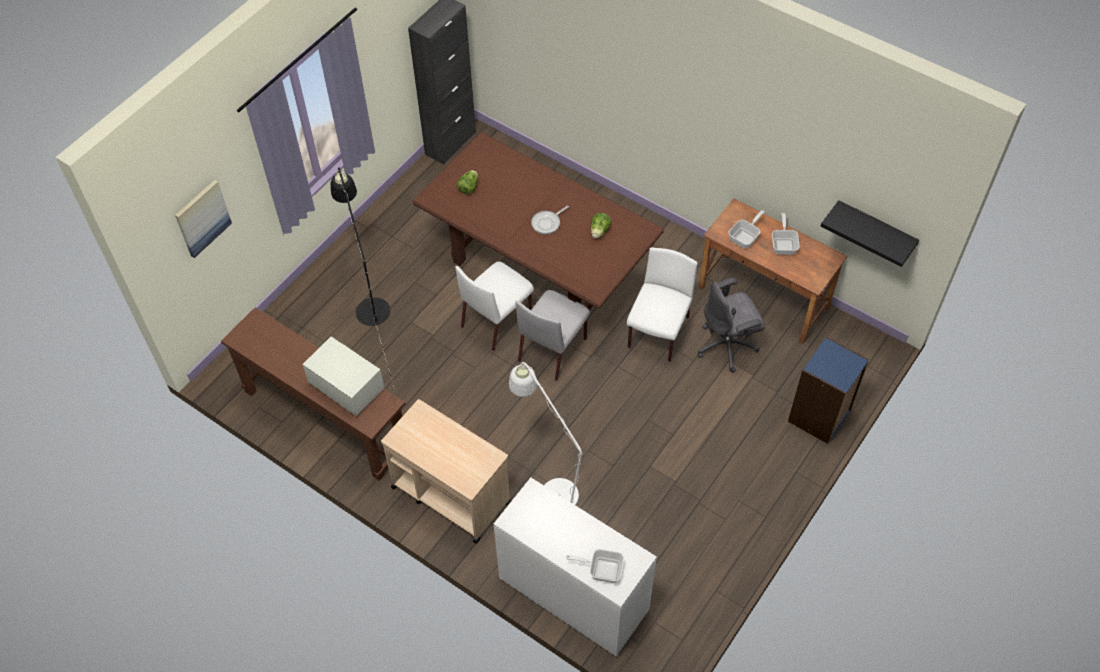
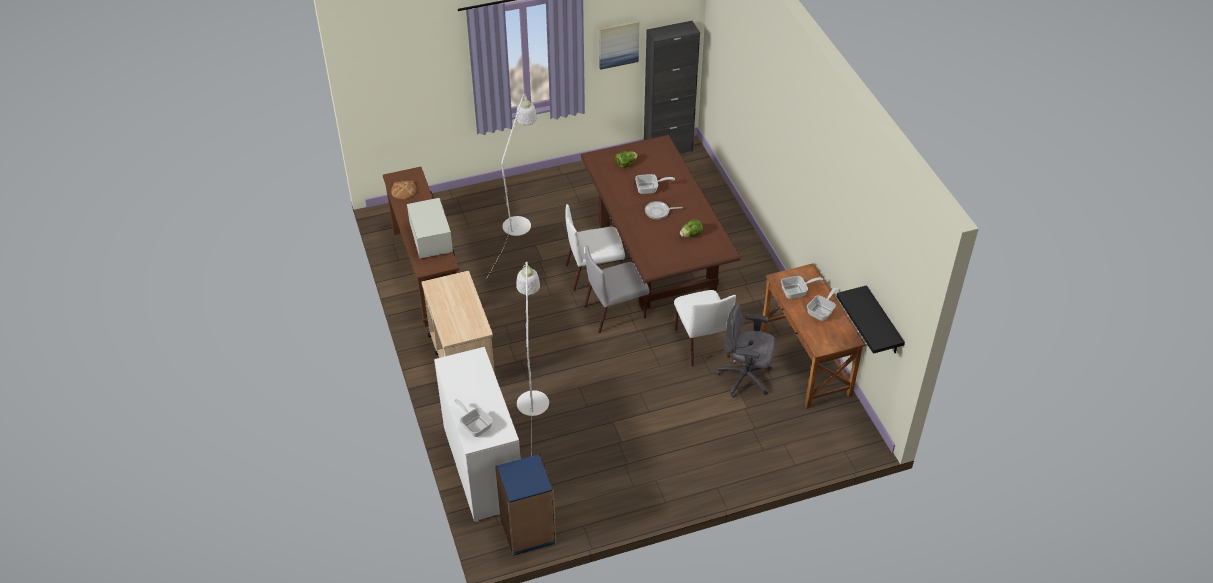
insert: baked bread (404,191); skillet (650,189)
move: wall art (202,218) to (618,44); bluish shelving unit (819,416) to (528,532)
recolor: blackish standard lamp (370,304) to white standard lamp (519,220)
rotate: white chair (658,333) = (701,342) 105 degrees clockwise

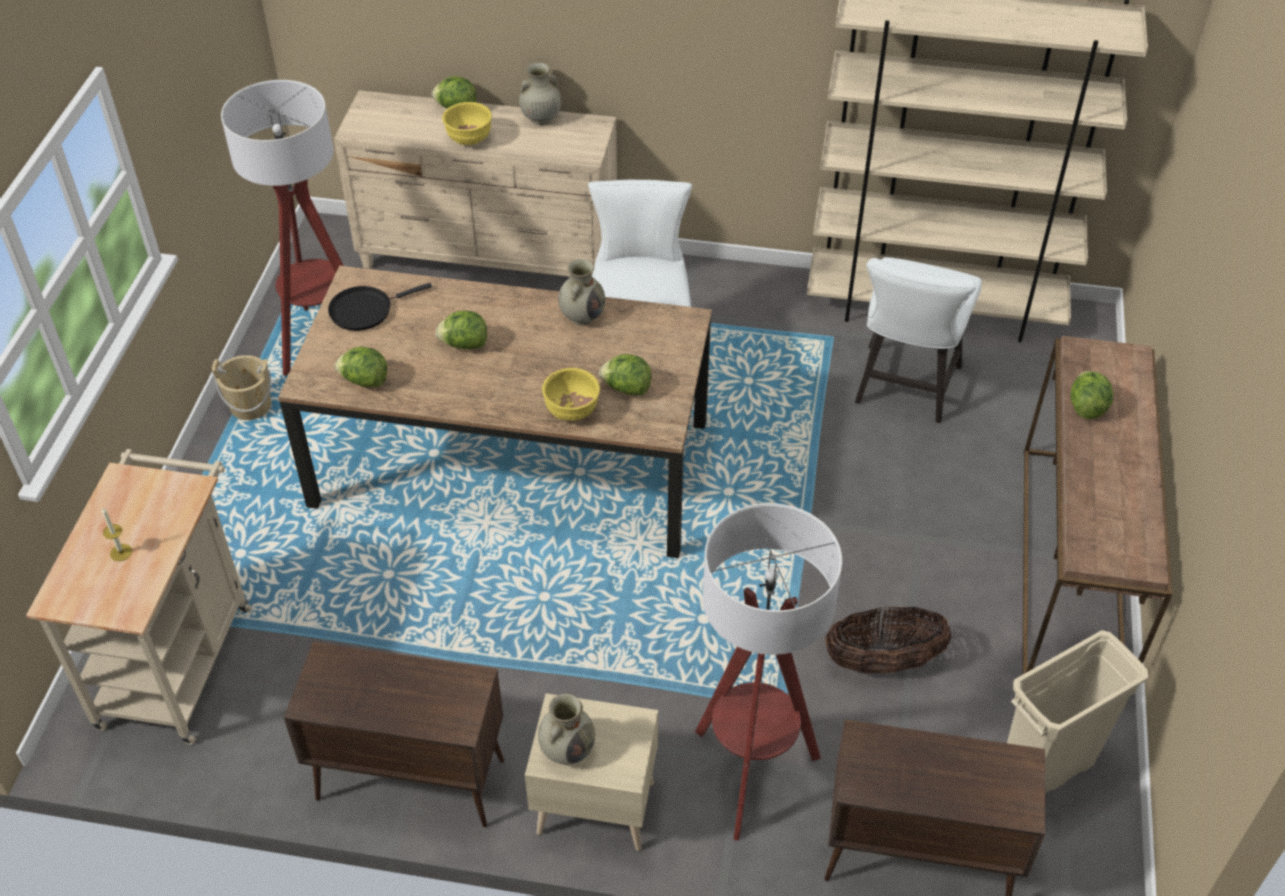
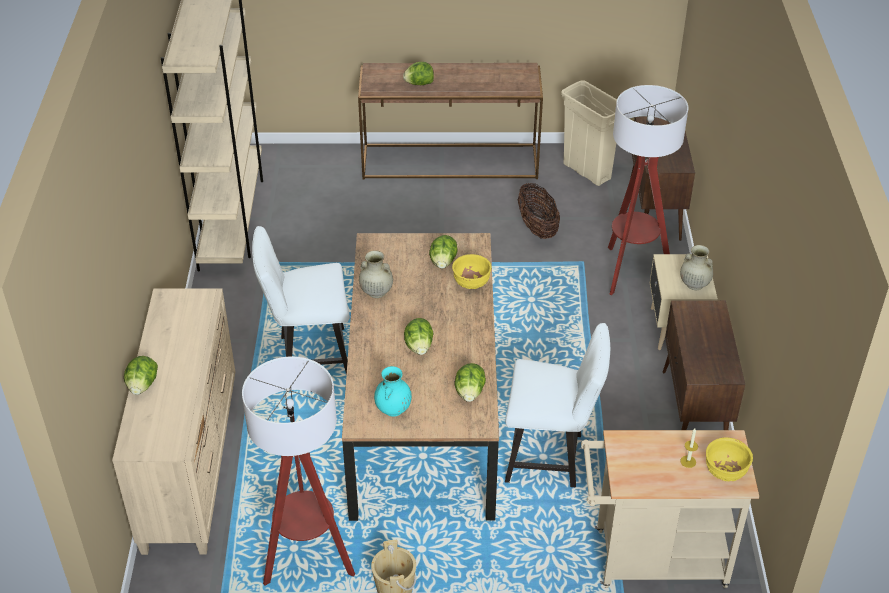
delete: sand-coloured decorative vase (540,118)
move: yellow-coloured serving bowl (469,139) to (724,472); white chair (904,390) to (551,457)
replace: blackish skillet (365,310) to turquoise decorative vase (393,409)

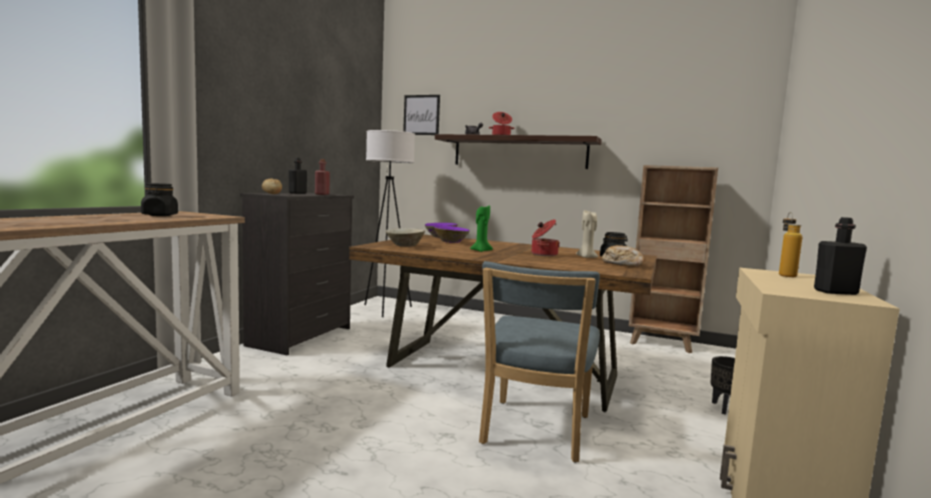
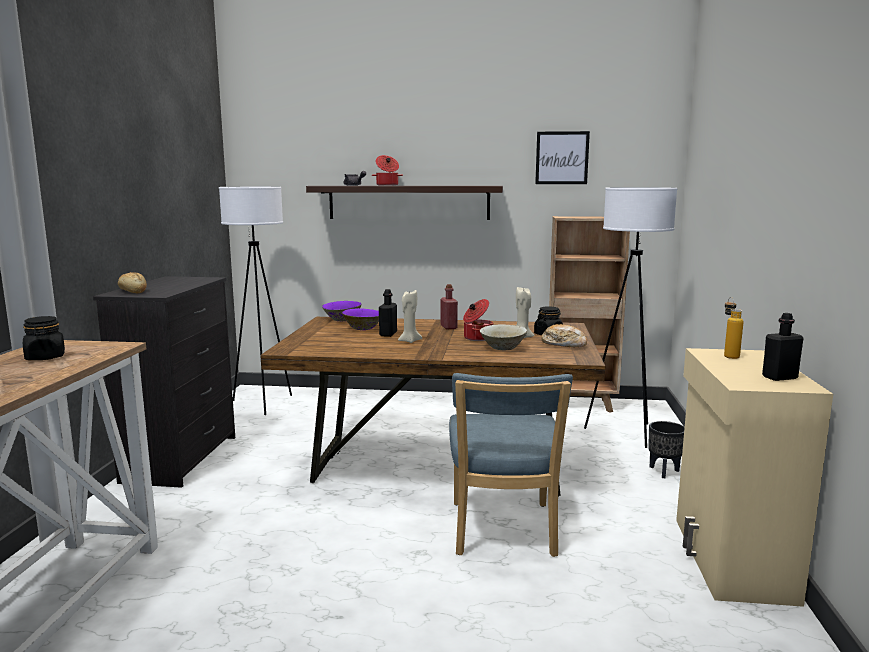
insert: white standard lamp (624,433)
move: blackish beverage bottle (297,193) to (388,334); reddish beverage bottle (322,194) to (448,327); sand-coloured serving bowl (405,245) to (502,348); wall art (421,115) to (562,158)
recolor: green wax candle (481,250) to sand-coloured wax candle (409,341)

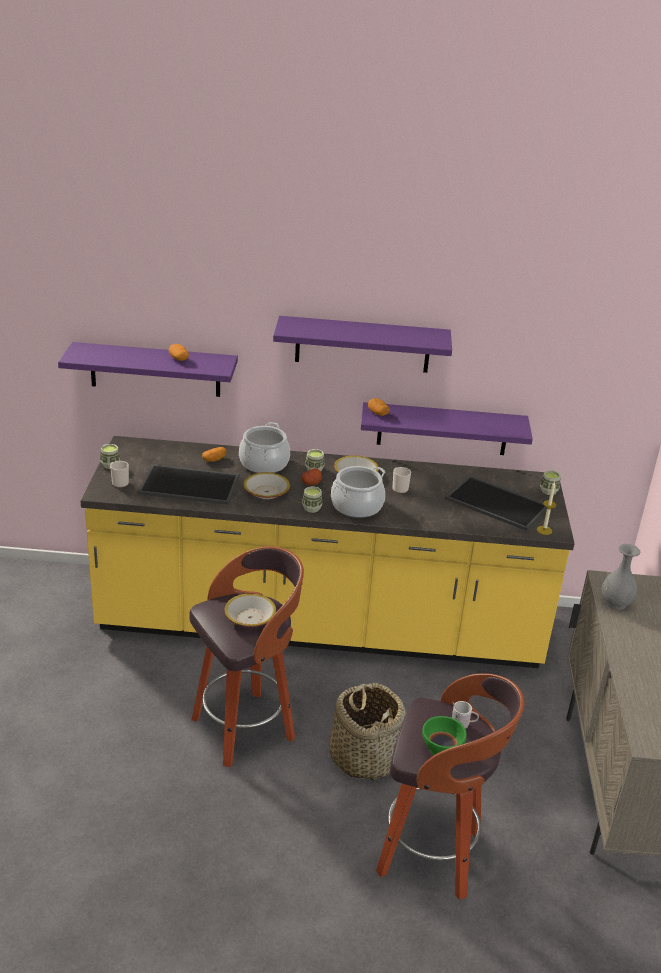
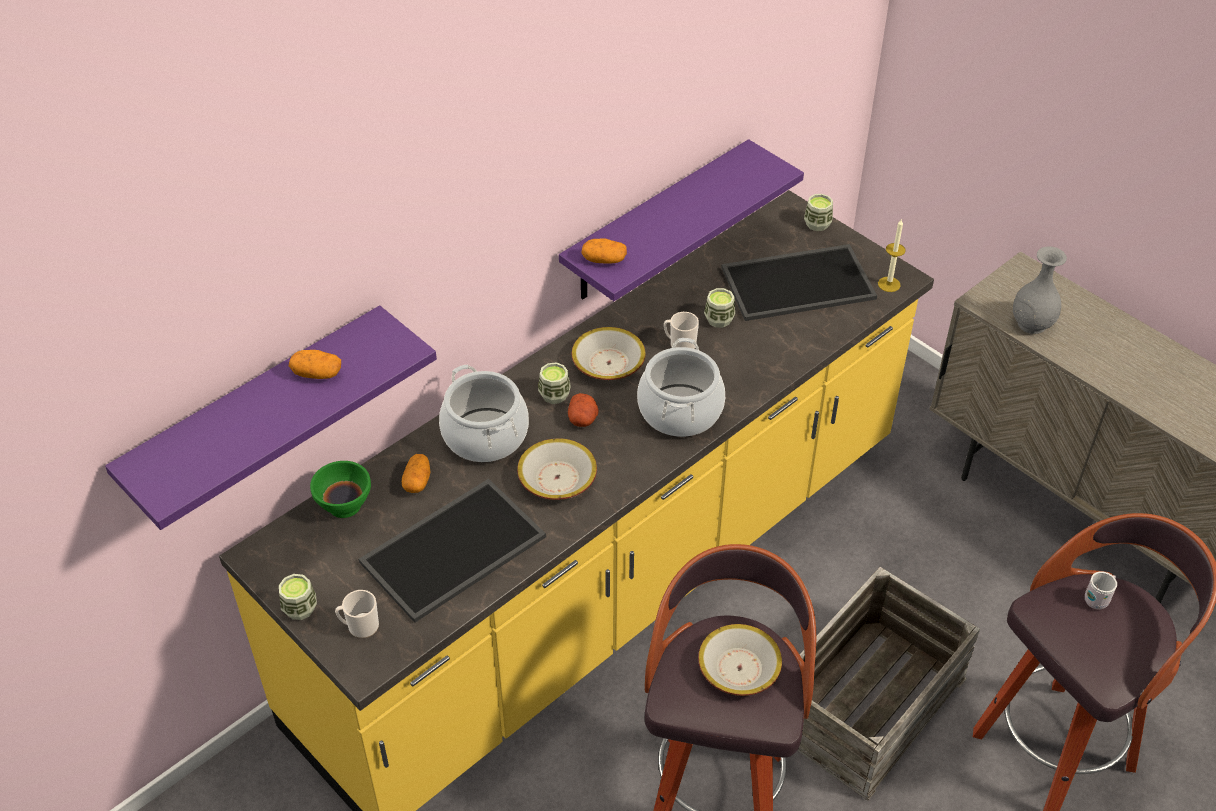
delete: purple shelf (362,344)
move: drinking cup (312,508) to (719,319); green serving bowl (441,749) to (344,504)
replace: household basket (364,757) to shipping crate (866,703)

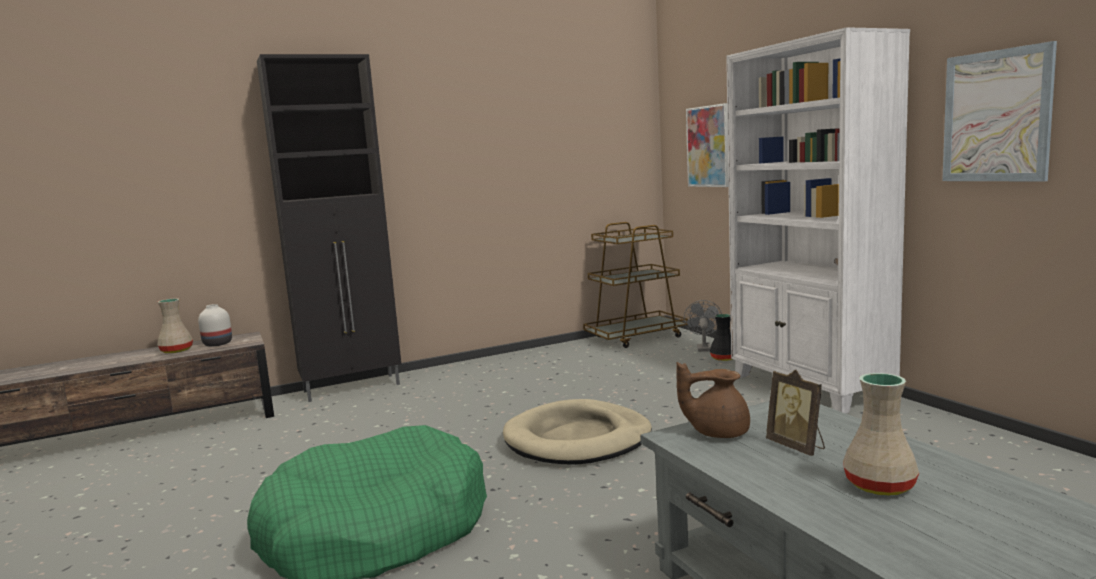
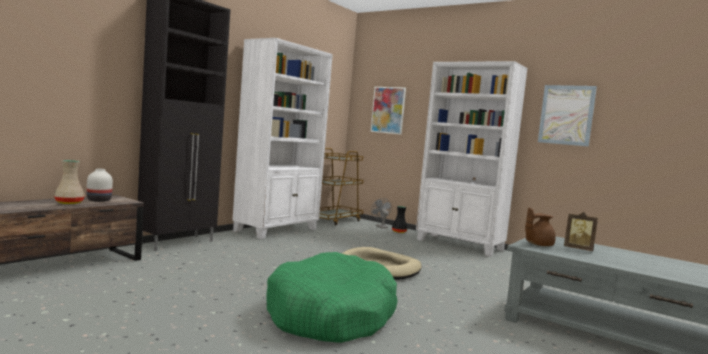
delete: sand-coloured decorative vase (881,486)
insert: white shelving unit (277,230)

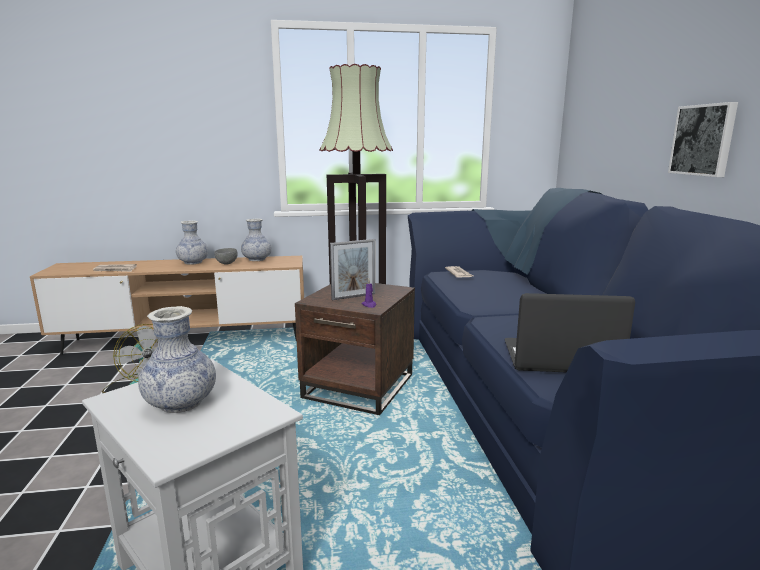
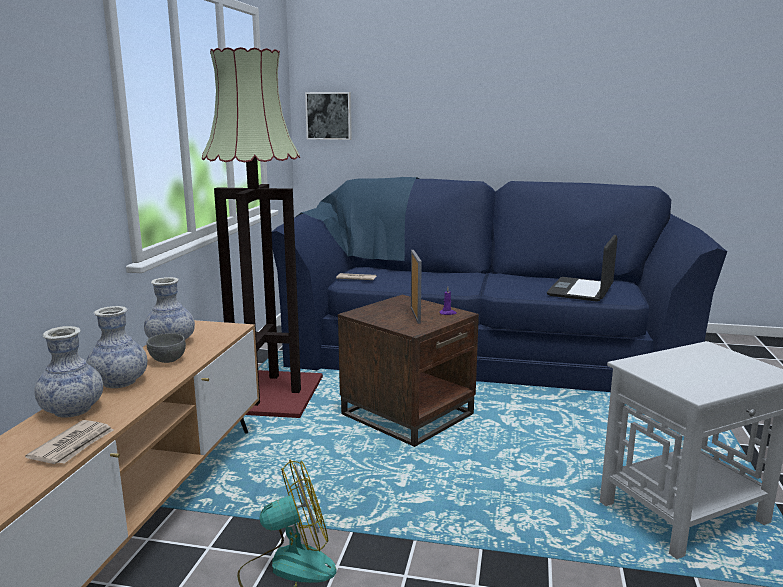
move: decorative vase (181,403) to (72,410); wall art (703,140) to (329,116)

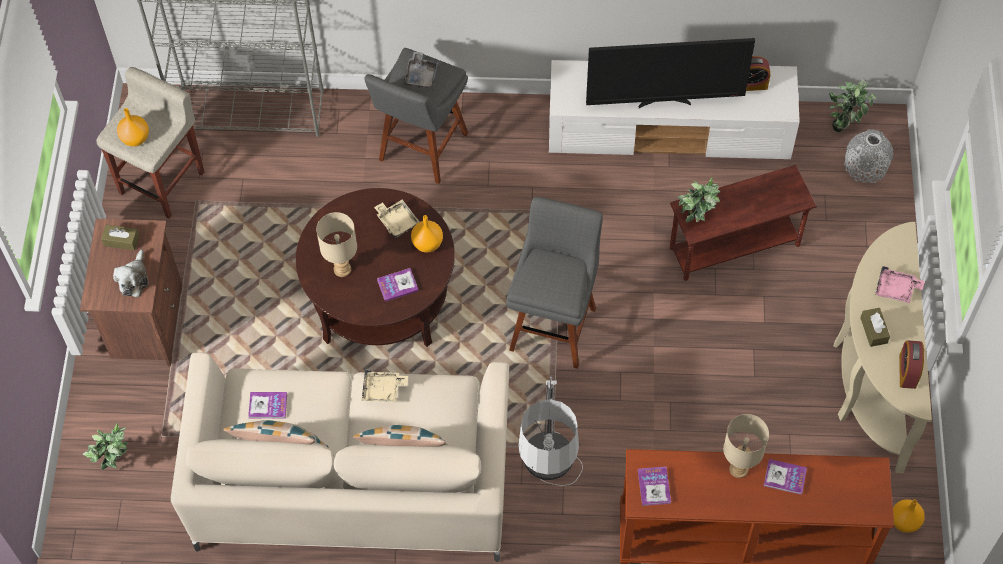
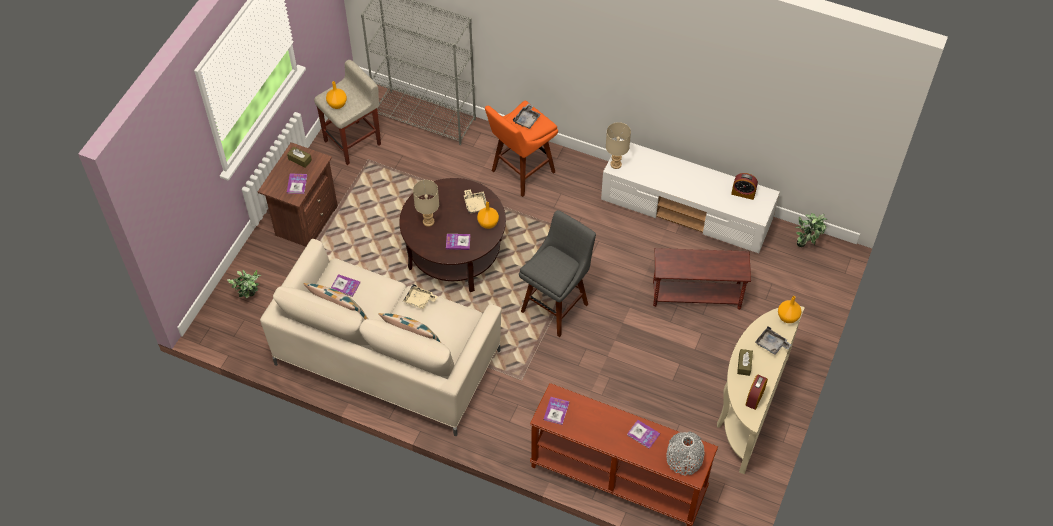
delete: standard lamp (549,496); TV set (664,101); houseplant (696,221)
move: sand-coloured lamp for a table (738,468) to (615,164); greyish decorative vase (865,166) to (684,459); orange-coloured decorative vase (905,522) to (788,317)
replace: cuddly toy (134,279) to book (297,184)
recolor: greyish stool seat (421,150) to orange-coloured stool seat (520,173); pinkish serving tray (896,289) to greyish serving tray (771,344)

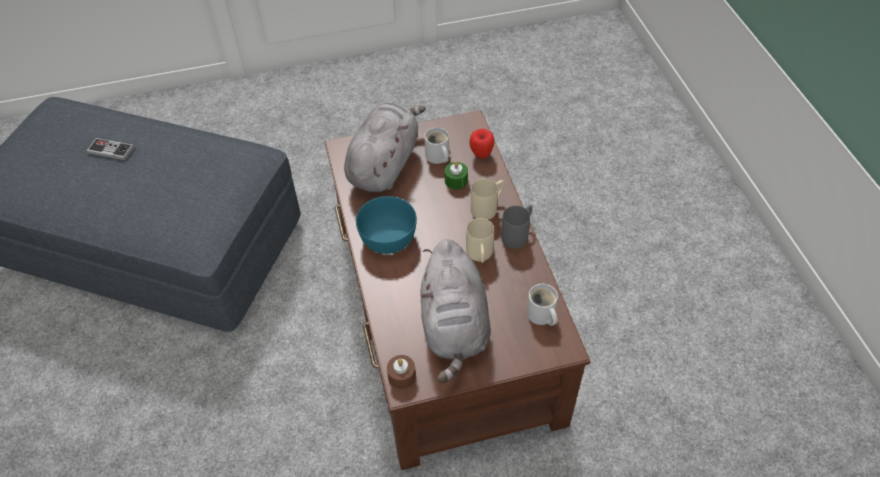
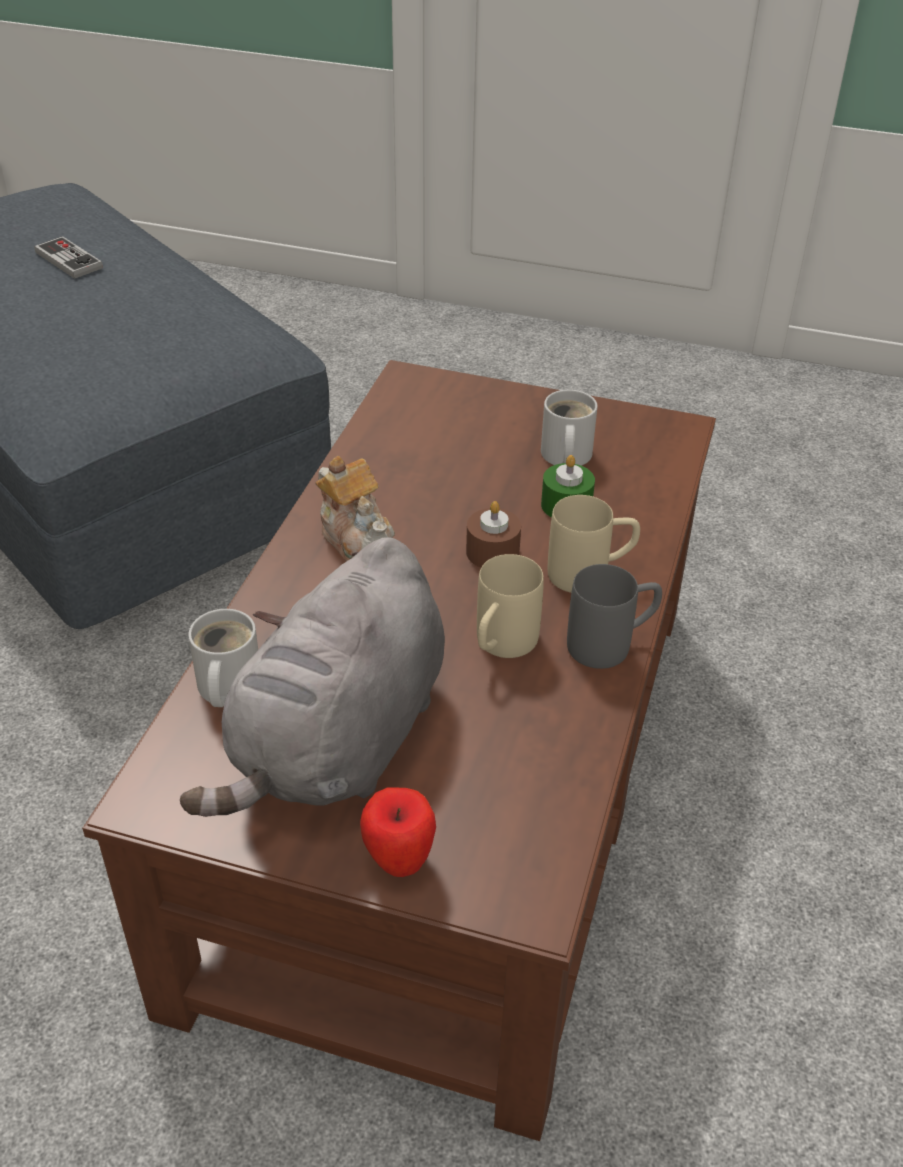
delete: greyish cuddly toy (384,164)
move: brown wax candle (401,376) to (492,552); whole apple (481,155) to (399,863); white coffee mug (541,316) to (225,688)
replace: turquoise serving bowl (387,237) to teapot (357,538)

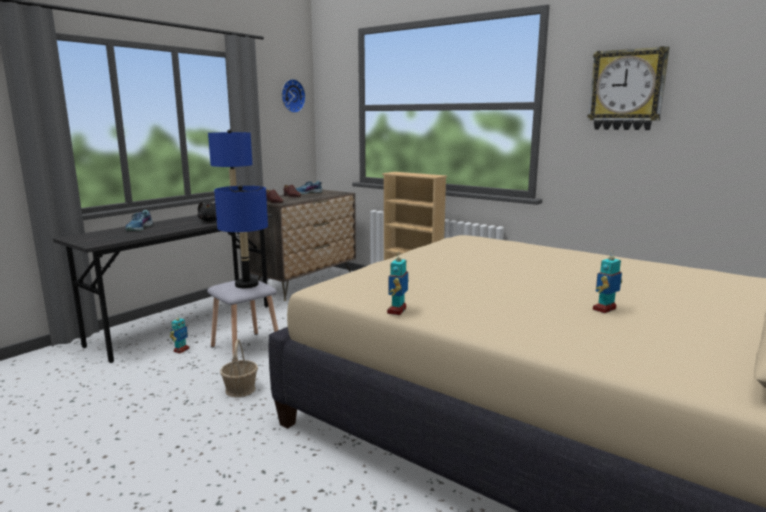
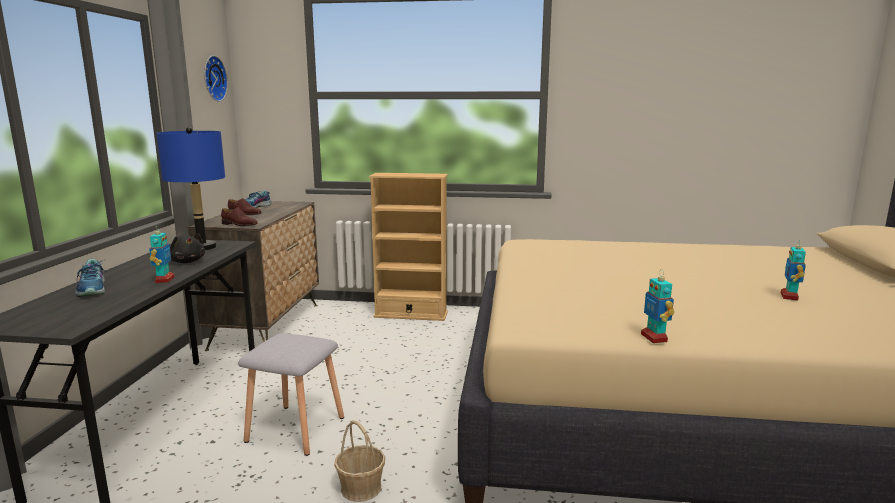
delete: bluish lamp for a table (247,285); wall clock (627,90)
move: toy robot (181,350) to (164,280)

